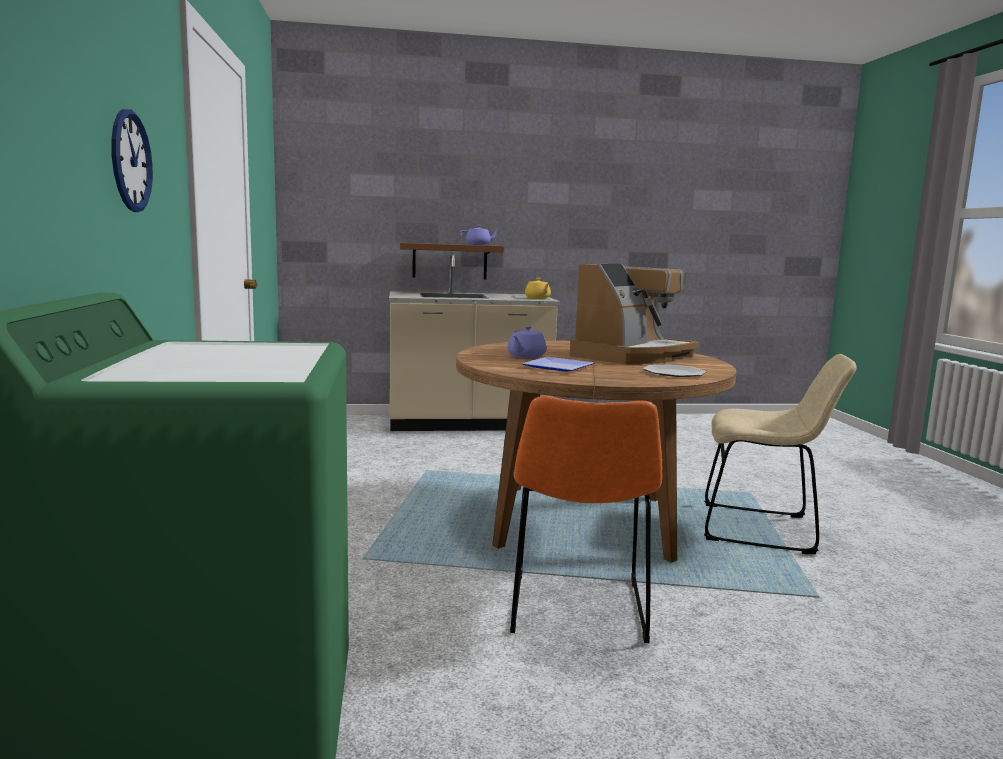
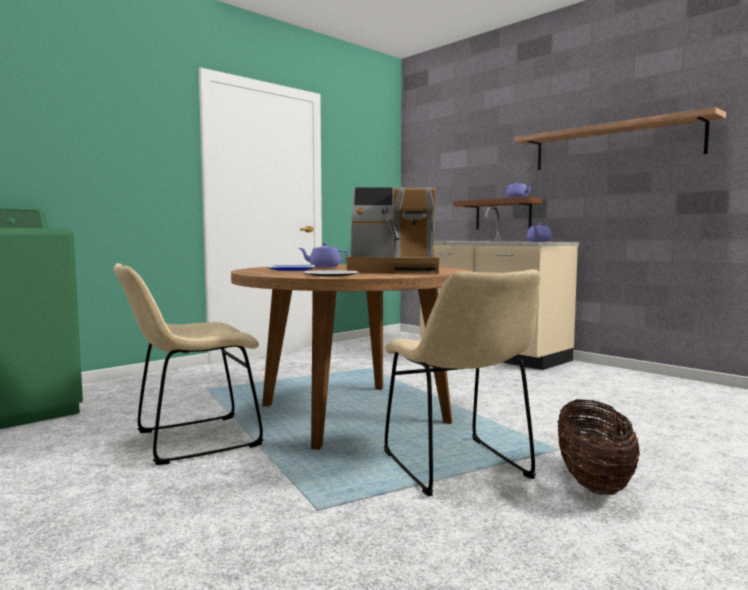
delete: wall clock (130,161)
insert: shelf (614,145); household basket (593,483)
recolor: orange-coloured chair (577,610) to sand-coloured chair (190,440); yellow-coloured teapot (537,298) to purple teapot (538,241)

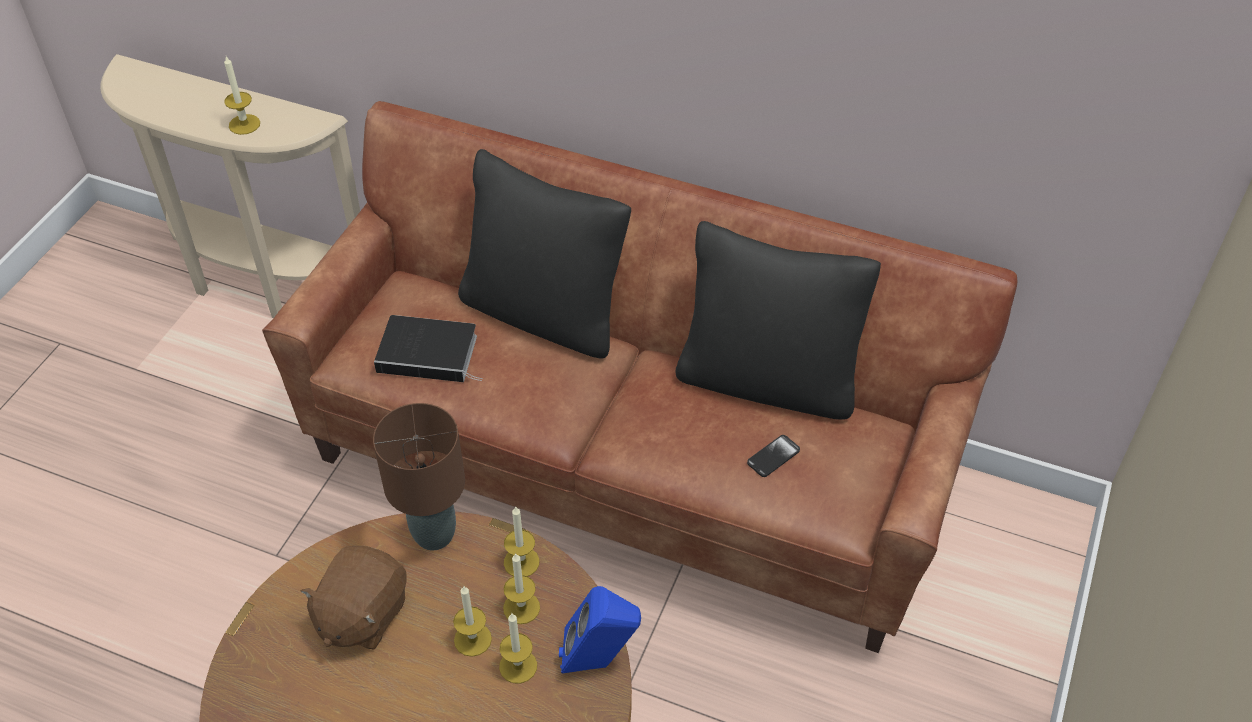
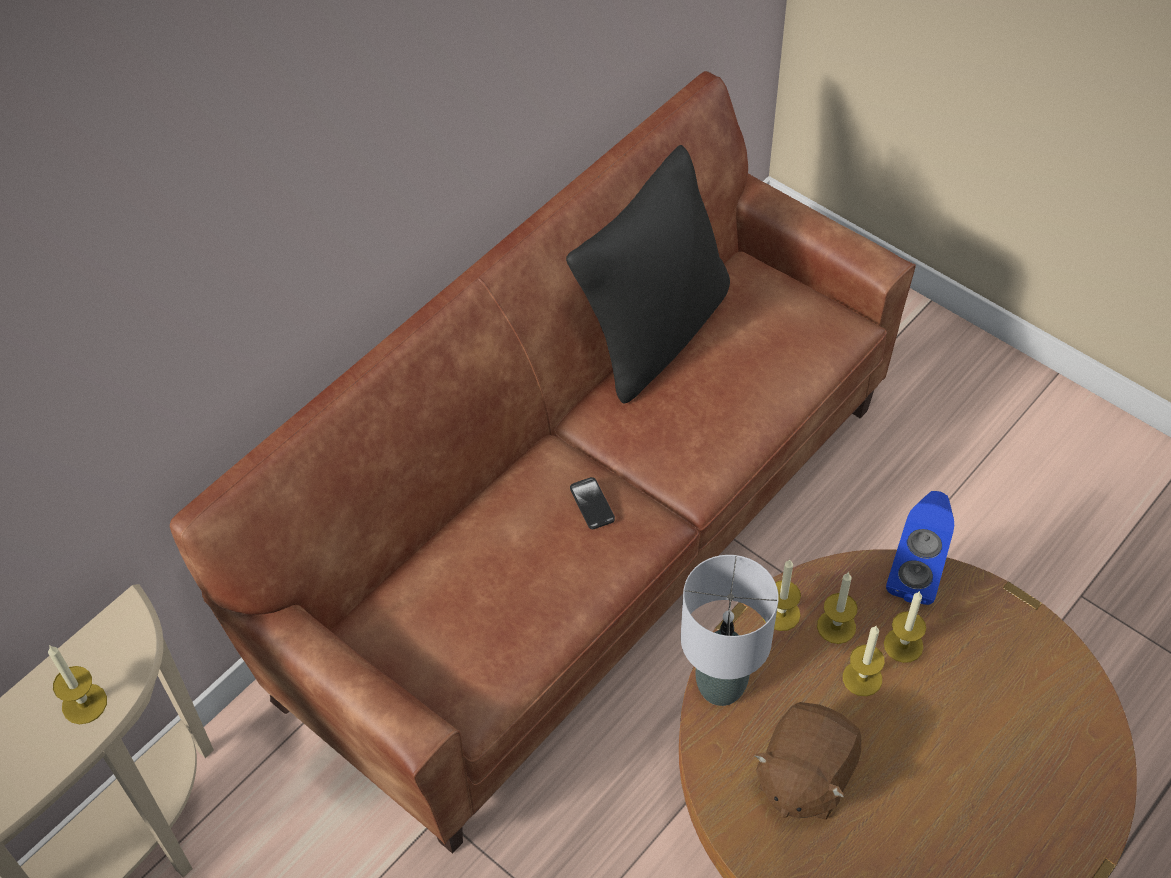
delete: book (430,353); blackish cushion (544,313)
move: handset (773,457) to (592,504)
recolor: brown lamp for a table (433,535) to greyish lamp for a table (721,687)
rotate: brown cuddly toy (361,615) = (804,777) 75 degrees clockwise

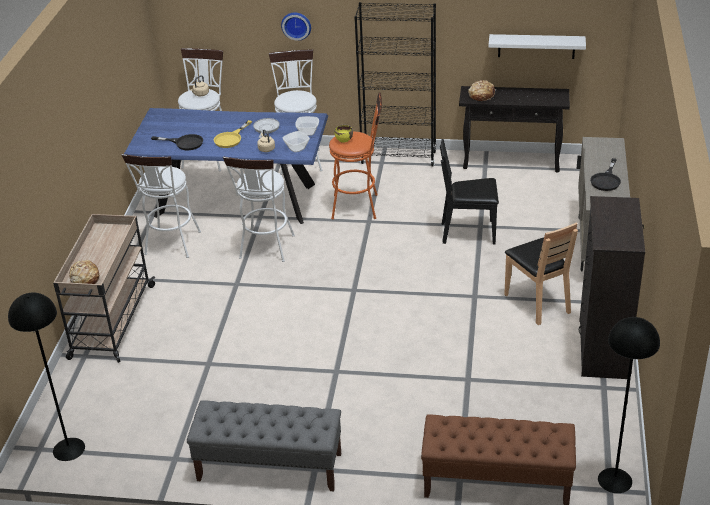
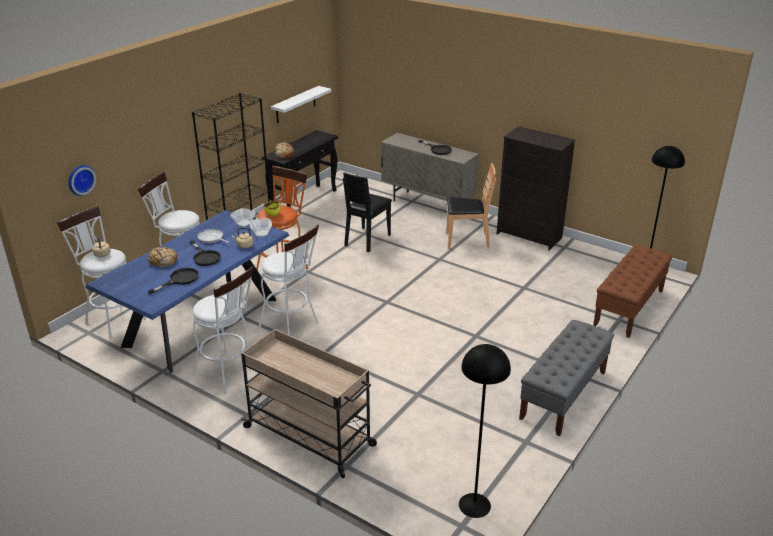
move: baked bread (84,278) to (163,261); wall clock (296,25) to (80,179)
recolor: yellow-coloured skillet (231,138) to blackish skillet (205,257)

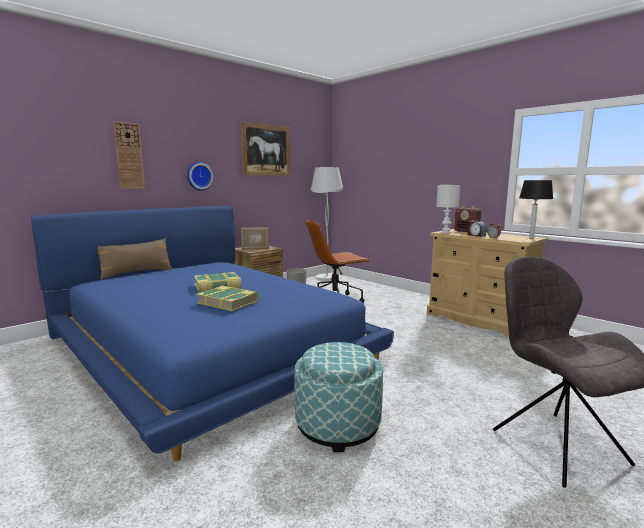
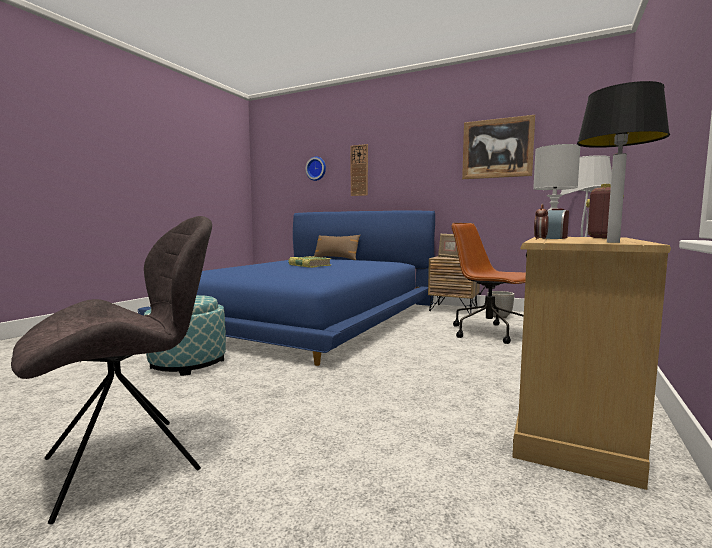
delete: book (228,302)
move: wall clock (199,176) to (316,168)

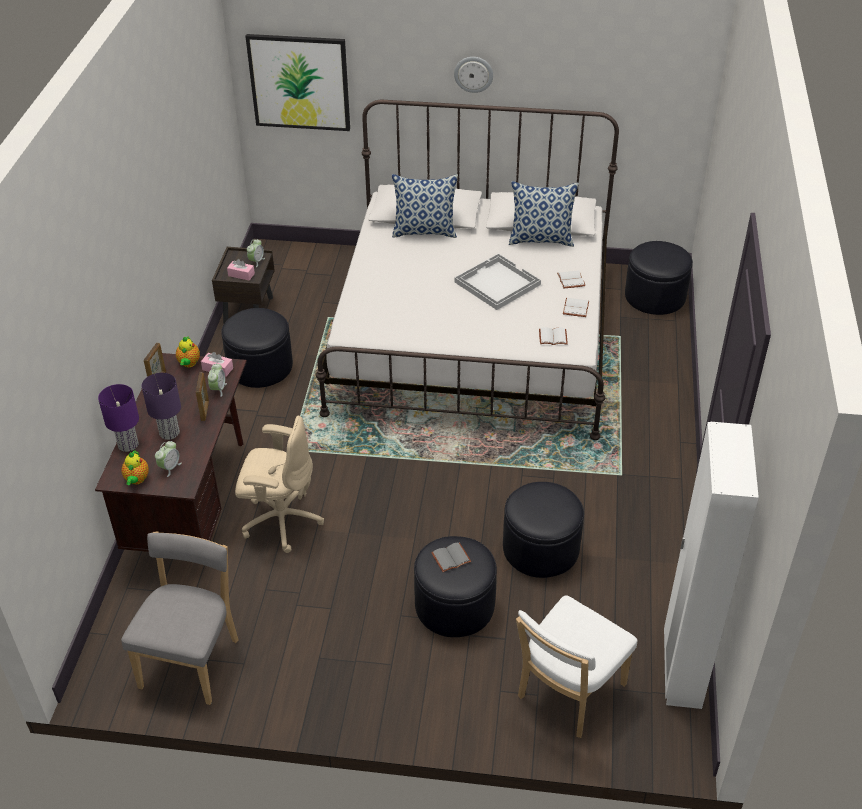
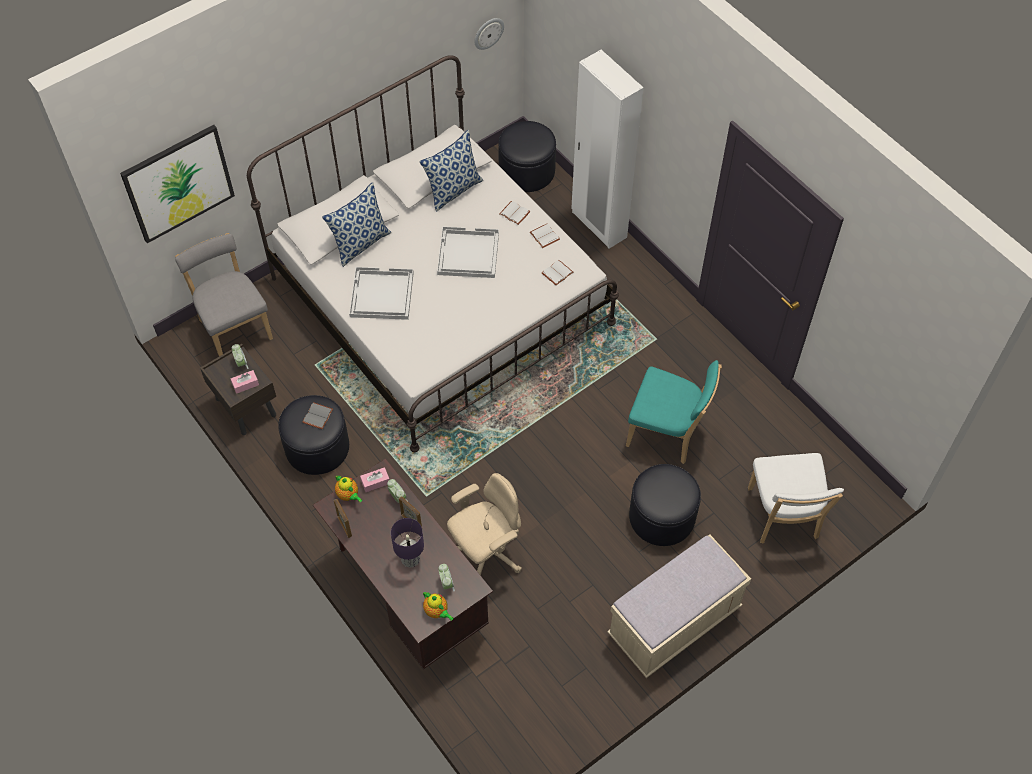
delete: purple lamp for a table (129,445)
insert: white serving tray (381,295); sand-coloured indoor bench (674,622)
move: greyish chair (192,660) to (234,327); greyish book (451,559) to (318,417); wall clock (473,74) to (488,33); white wardrobe (681,670) to (598,225)
replace: blackish footrest (540,548) to turquoise chair (667,433)

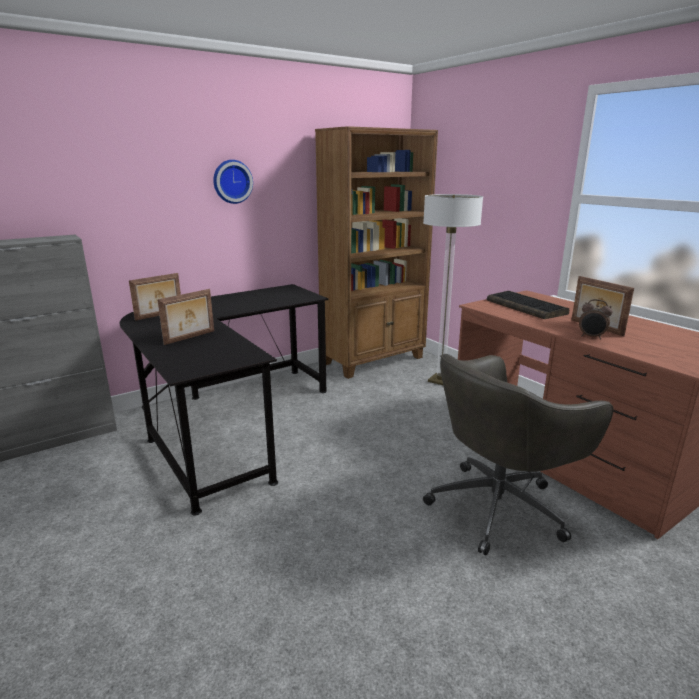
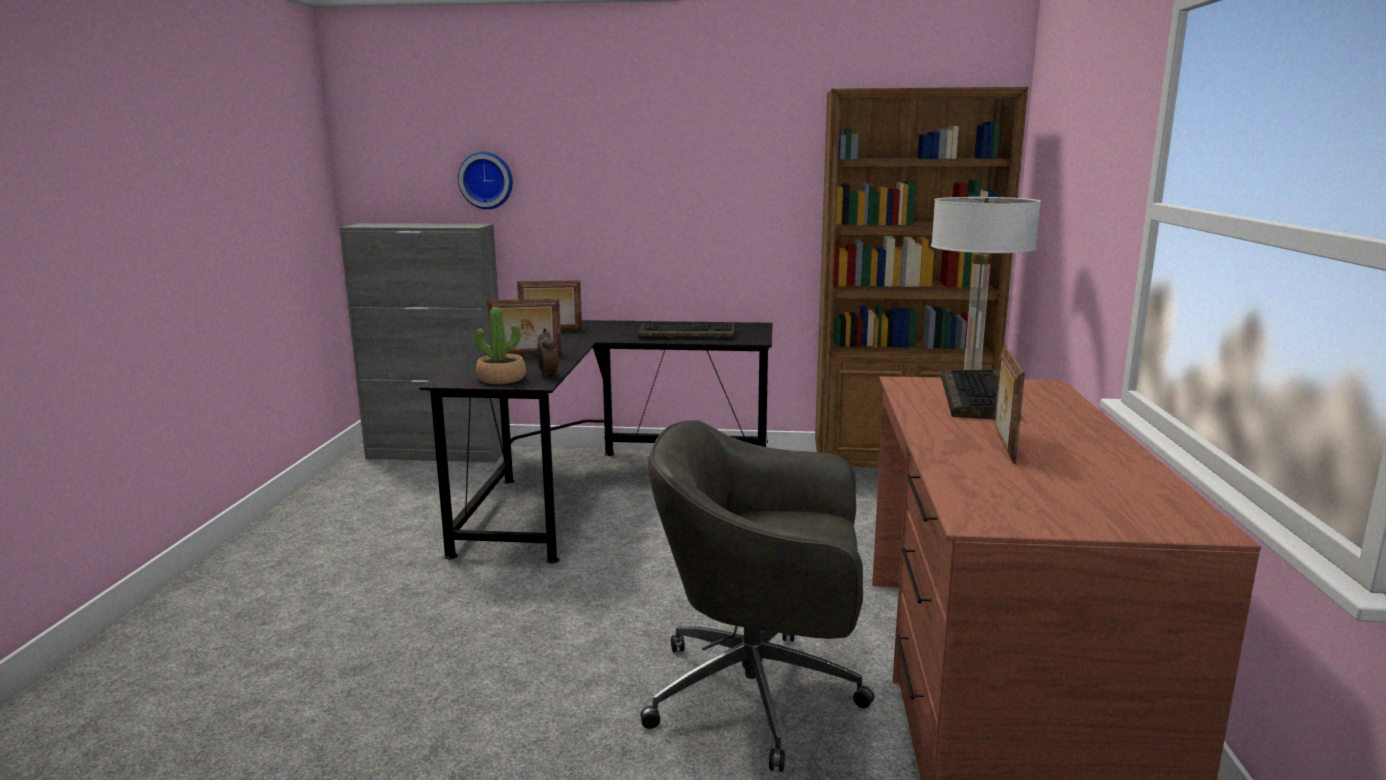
insert: houseplant (501,379); PC keyboard (688,334)
move: wall clock (232,181) to (487,180); table clock (591,337) to (547,375)

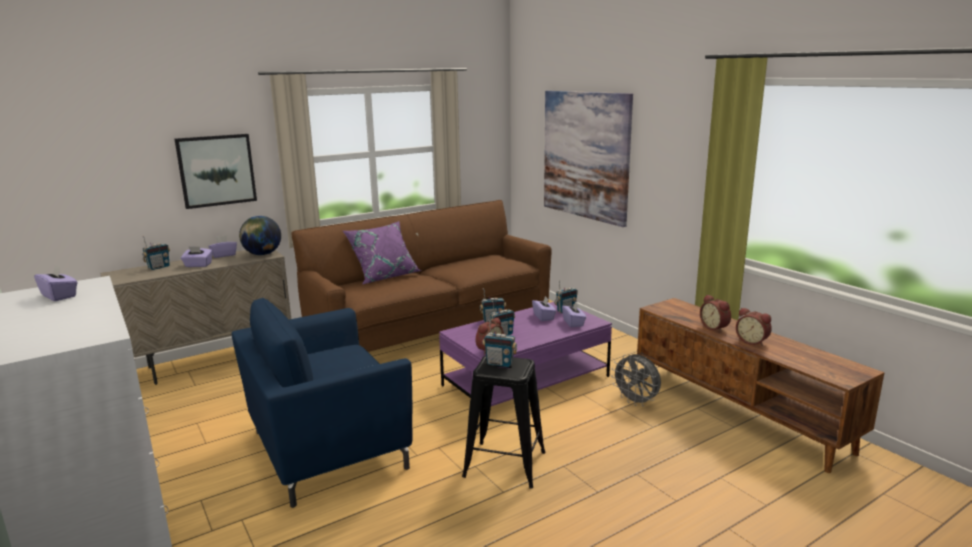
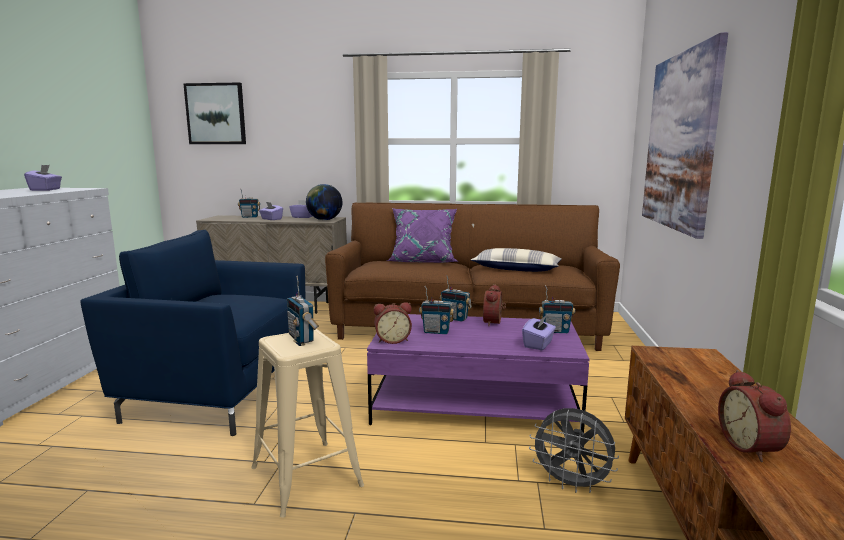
delete: purple tissue holder (544,317)
insert: cushion (516,269)
move: wall art (216,170) to (216,114); table clock (715,327) to (494,322)
recolor: blackish stool seat (504,464) to sand-coloured stool seat (306,476)
rotate: greyish cooling fan (636,402) = (572,484) 60 degrees counterclockwise

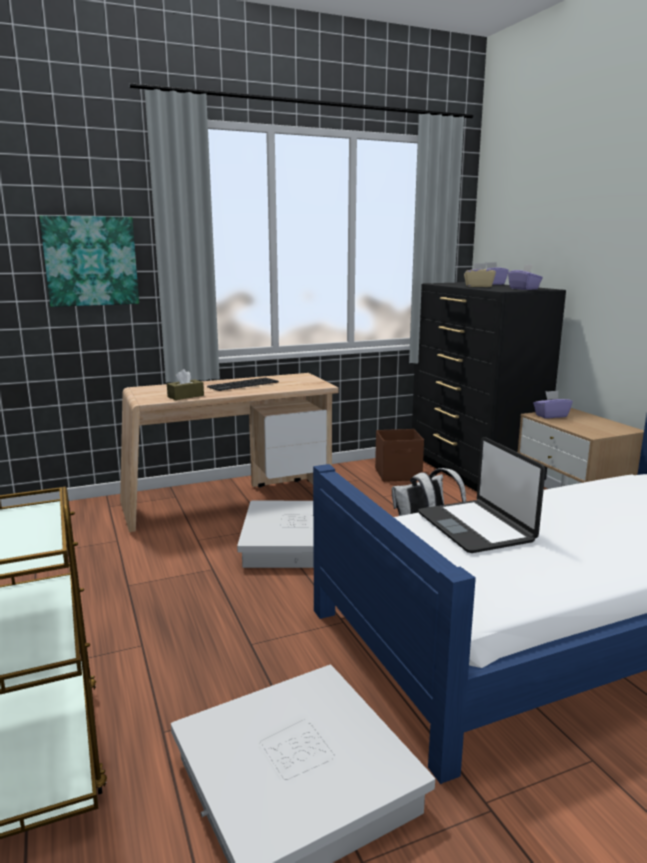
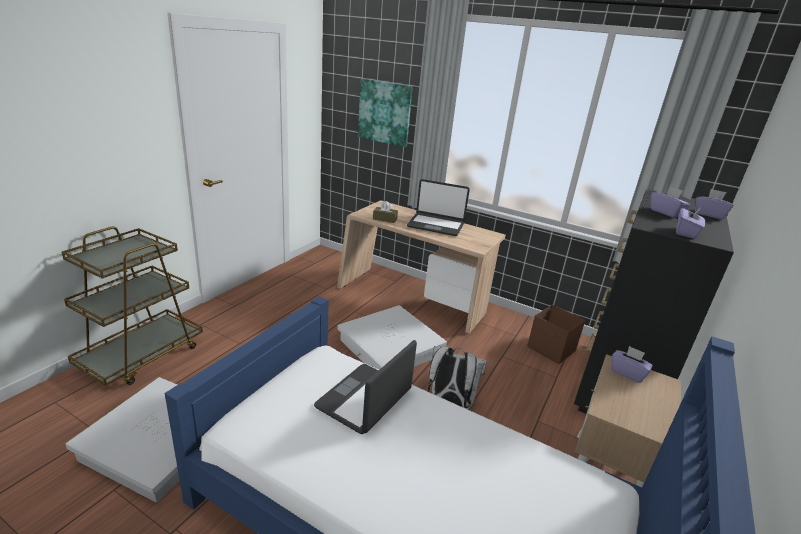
replace: PC keyboard (243,385) to laptop (436,225)
recolor: sand-coloured tissue holder (478,286) to purple tissue holder (666,212)

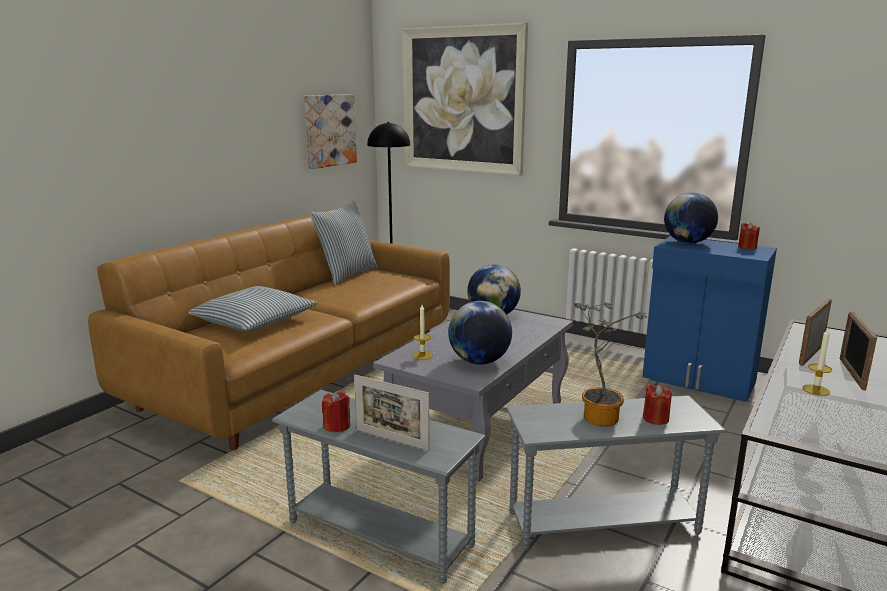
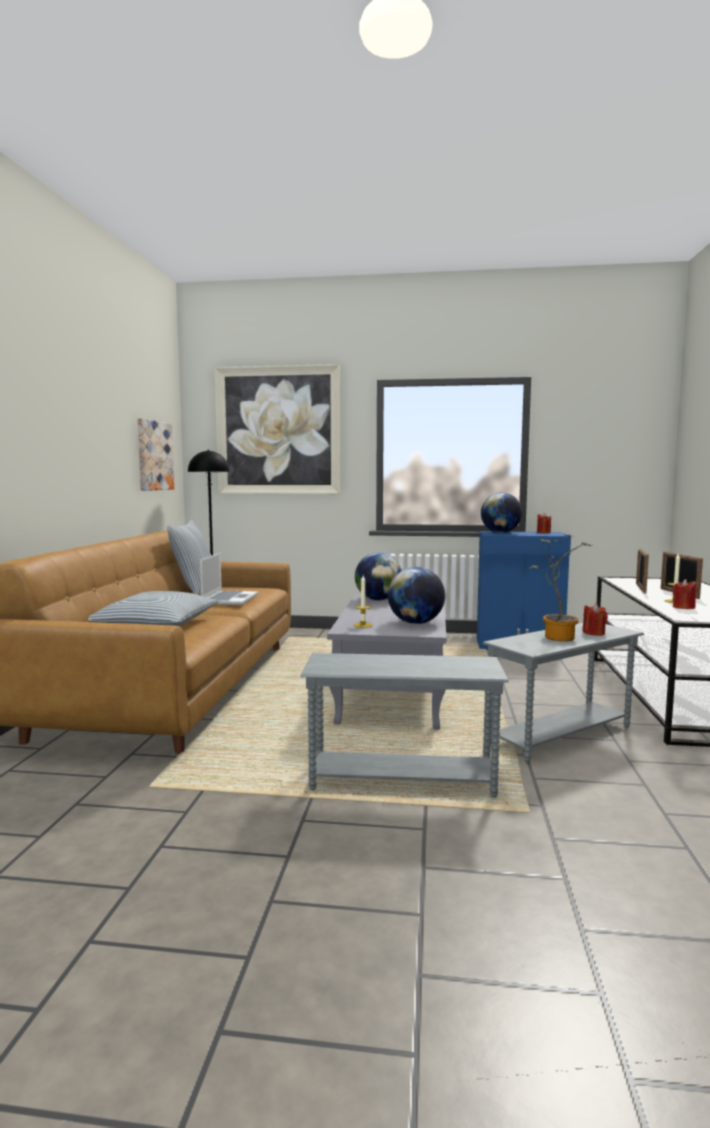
delete: standing frame (392,439)
insert: laptop (229,599)
move: reddish wax candle (337,426) to (683,607)

